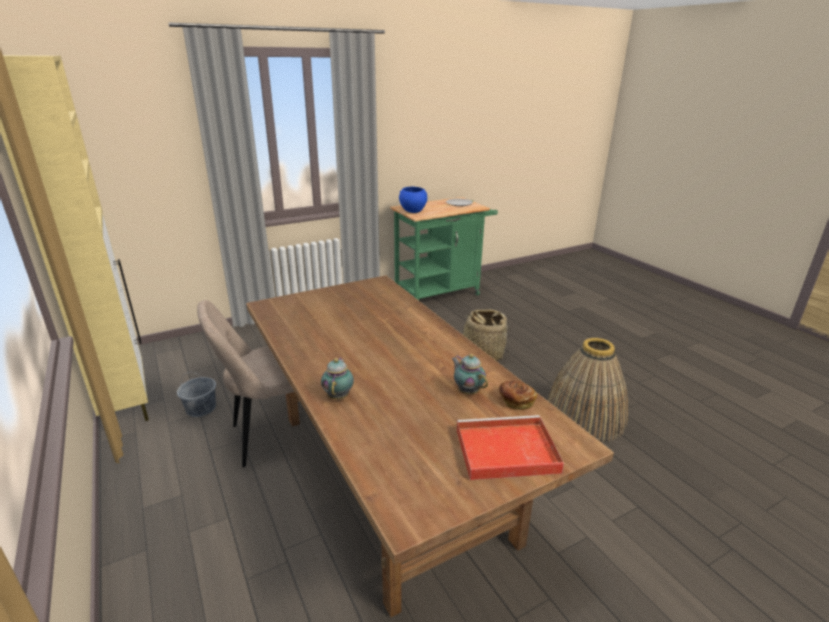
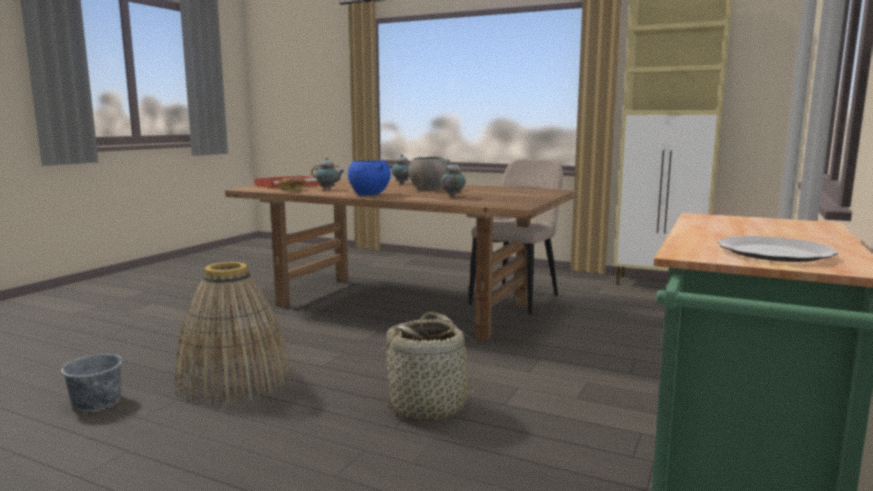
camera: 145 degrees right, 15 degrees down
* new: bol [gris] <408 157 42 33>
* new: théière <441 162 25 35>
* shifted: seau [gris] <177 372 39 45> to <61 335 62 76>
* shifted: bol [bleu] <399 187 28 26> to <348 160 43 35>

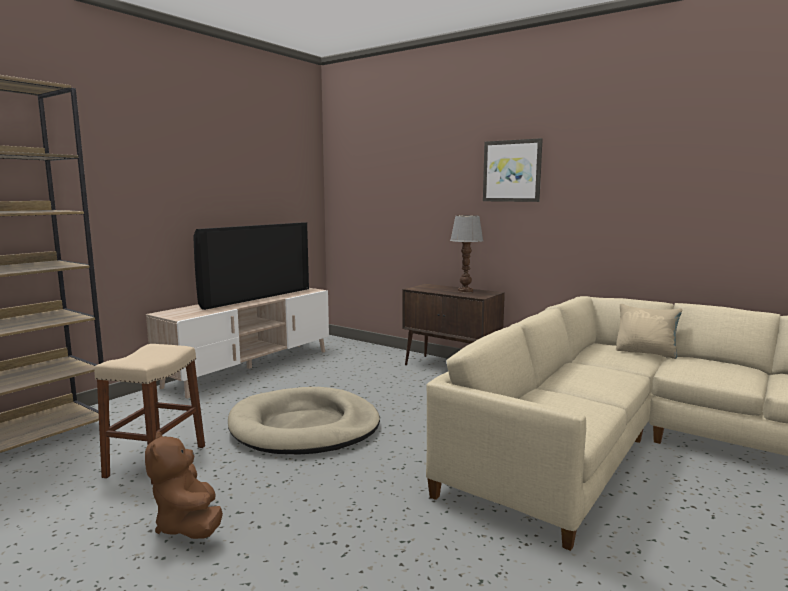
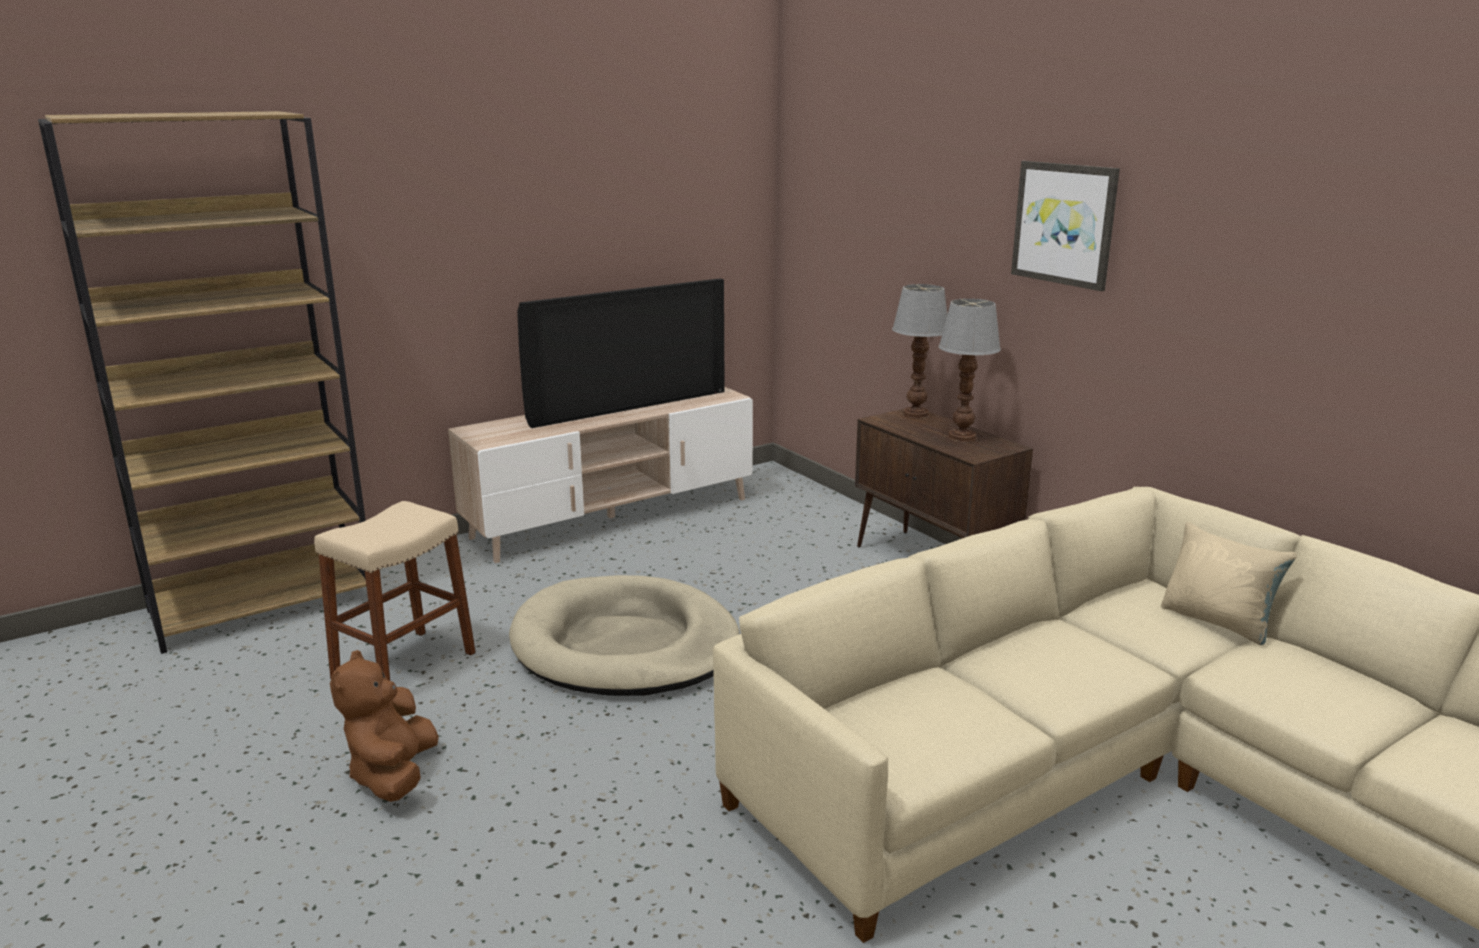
camera: 20 degrees right, 10 degrees up
* new: lampe de table <892 284 55 135>

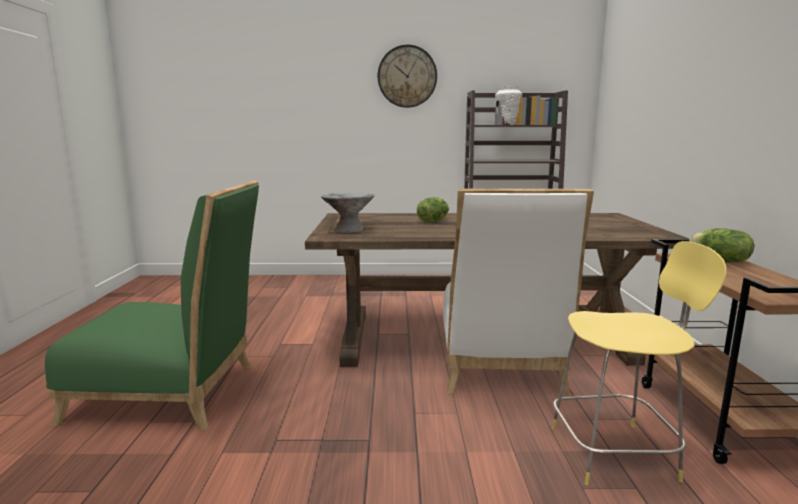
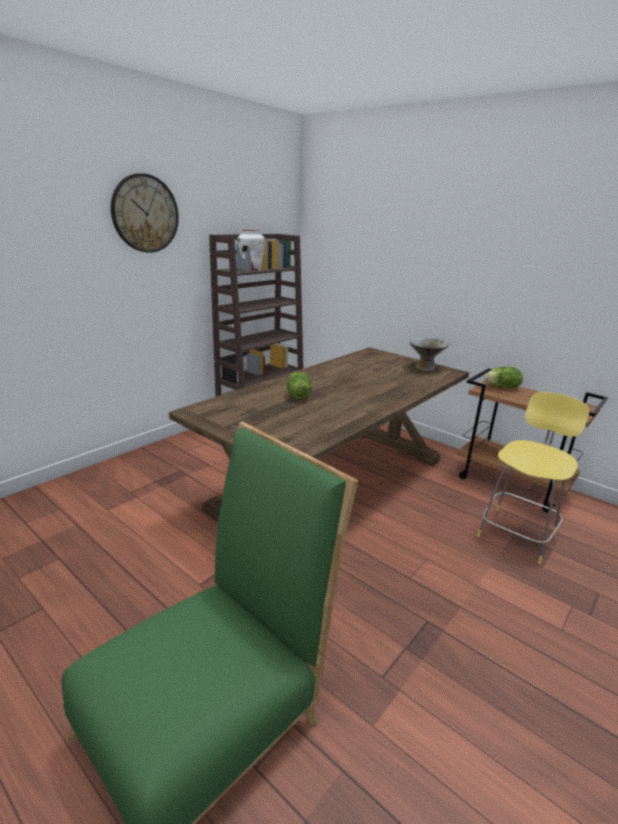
camera: 50 degrees left, 10 degrees up
* gone: chaise [blanc] <442 189 152 207>
* shifted: bol [gris] <321 192 54 41> to <409 338 41 33>

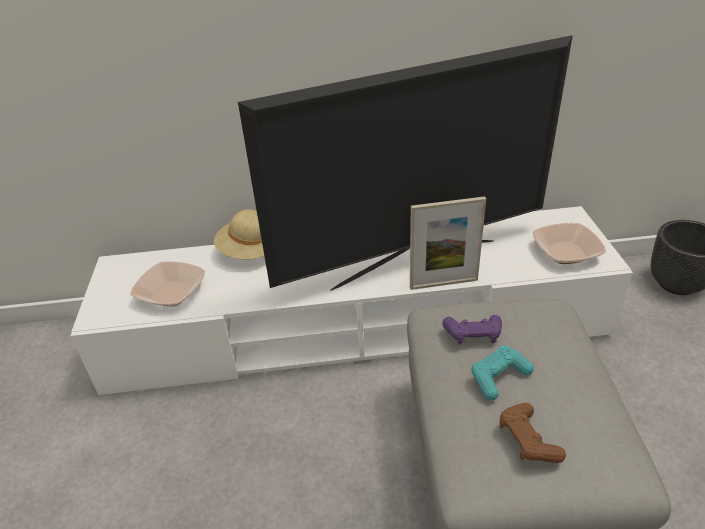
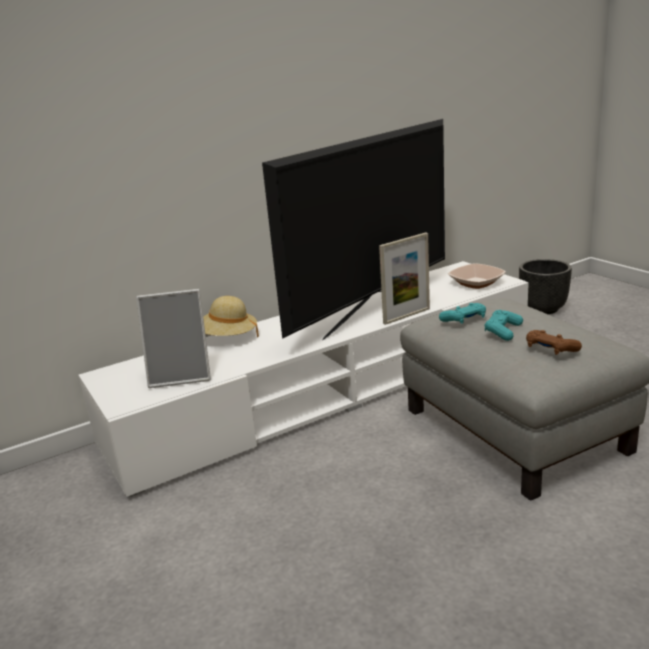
camera: 25 degrees left, 15 degrees down
* swapped: bol <130 261 75 45> to cadre photo <136 289 75 99>
* repainted: manette [violet] <442 315 60 30> to manette [turquoise] <439 303 47 21>

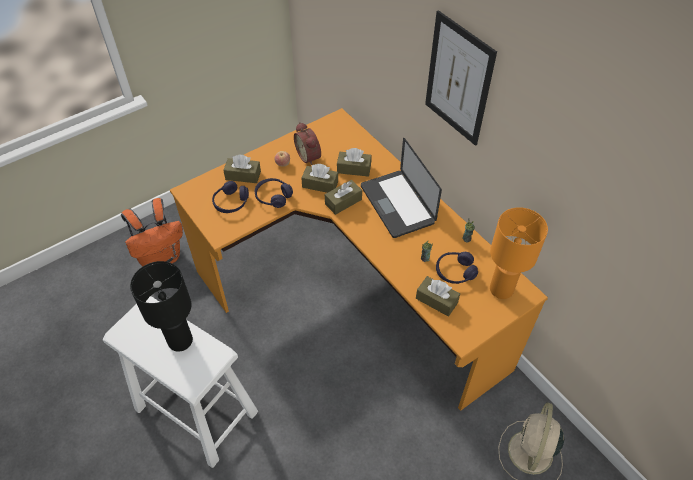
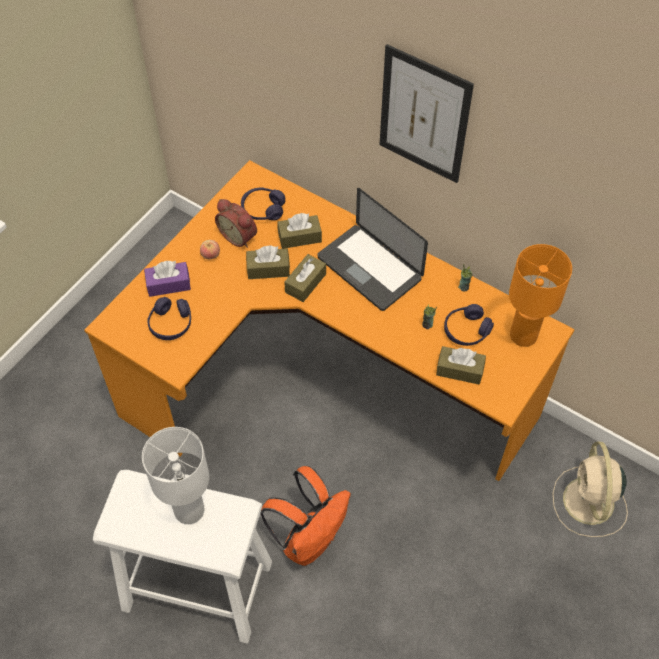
camera: 20 degrees left, 5 degrees up
* shifted: sac à dos [orange] <121 198 62 68> to <261 466 90 100>
* shifted: casque audio [violet] <255 178 38 30> to <241 187 44 33>
* repainted: lampe de table [noir] <130 261 63 91> to lampe de table [blanc] <142 427 67 97>
* repainted: boîte à mouchoirs [marron] <223 155 38 28> to boîte à mouchoirs [violet] <144 261 47 36>

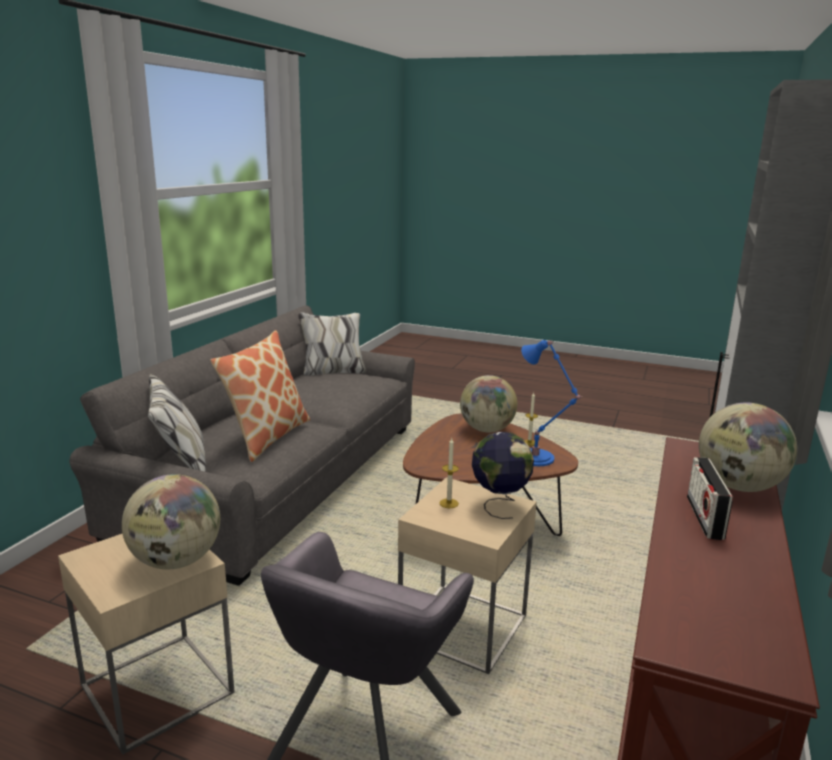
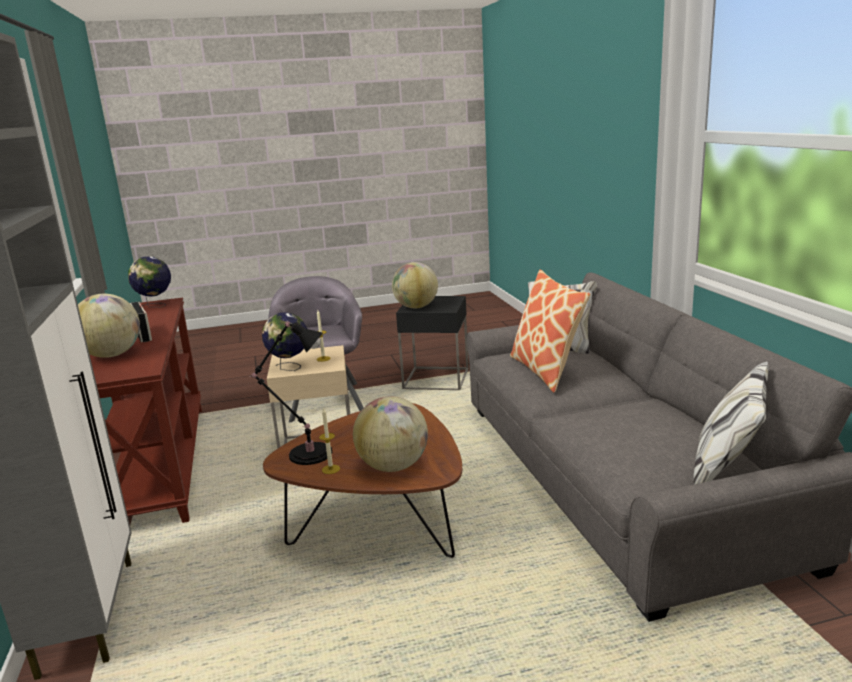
camera: 145 degrees right, 0 degrees up
* new: globe <128 257 43 50>
* repainted: table d'appoint [beige] <58 534 177 221> to table d'appoint [noir] <396 296 72 94>
* repainted: lampe de table [bleu] <521 340 61 126> to lampe de table [noir] <249 322 83 143>

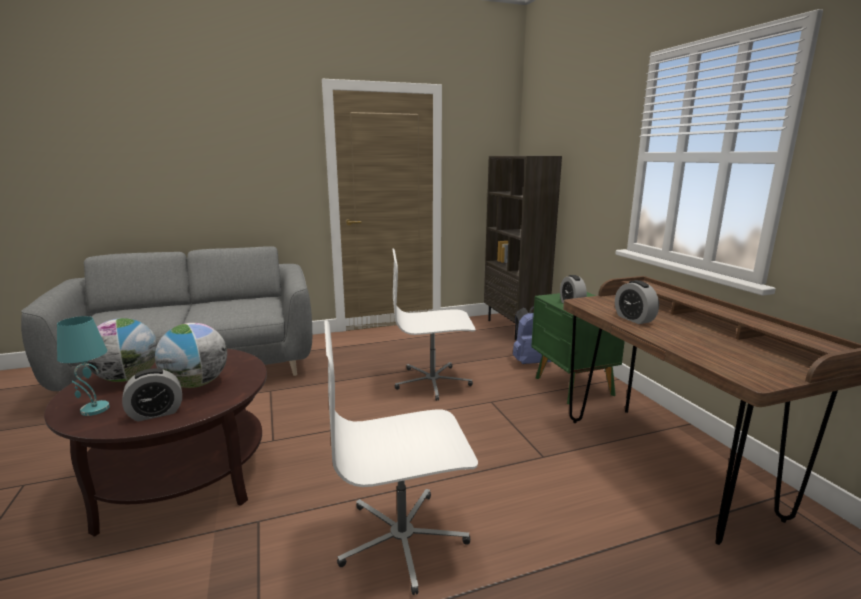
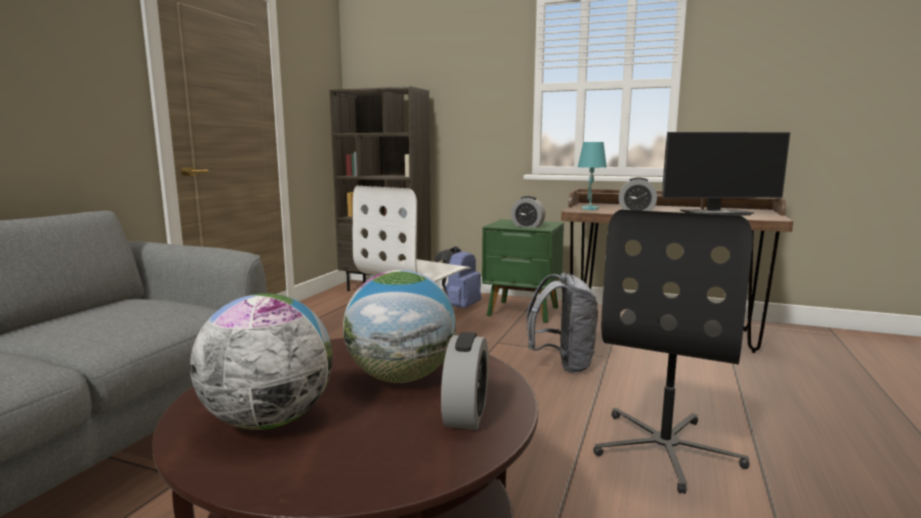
camera: 50 degrees left, 5 degrees down
* new: sac à dos [gris] <527 273 71 100>
* new: écran d'ordinateur <662 132 128 84>
* shifted: lampe de table [turquoise] <57 316 53 100> to <578 142 29 68>
* repainted: chaise de bureau [blanc] <324 320 154 275> to chaise de bureau [noir] <593 210 160 284>

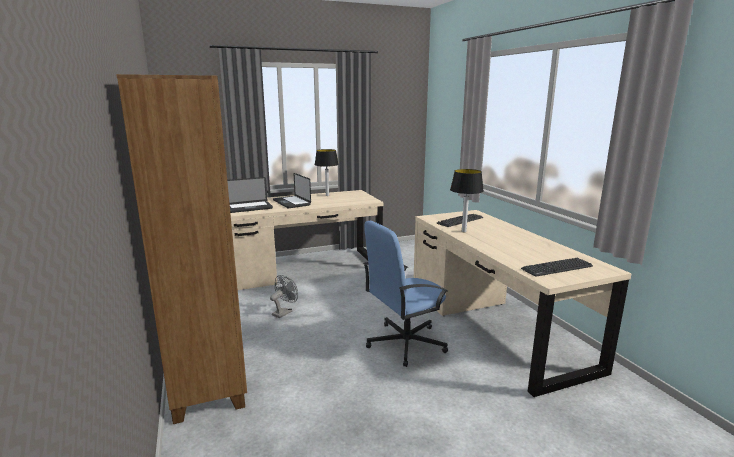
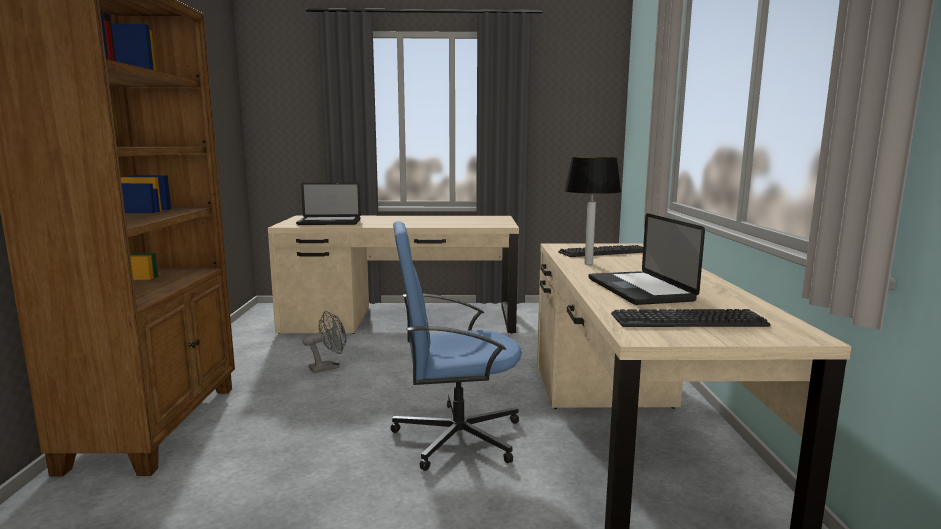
camera: 20 degrees right, 5 degrees down
* gone: lampe de table <315 149 24 47>
* shifted: ordinateur portable <273 173 38 35> to <589 213 116 92>

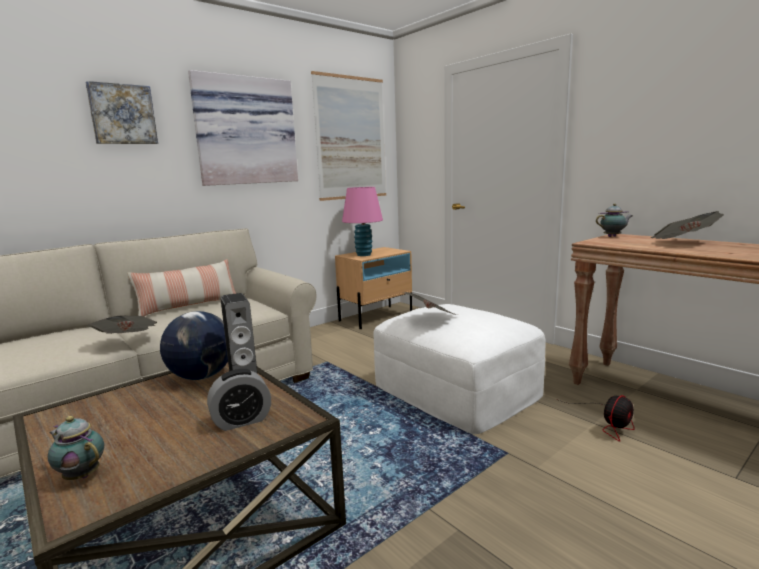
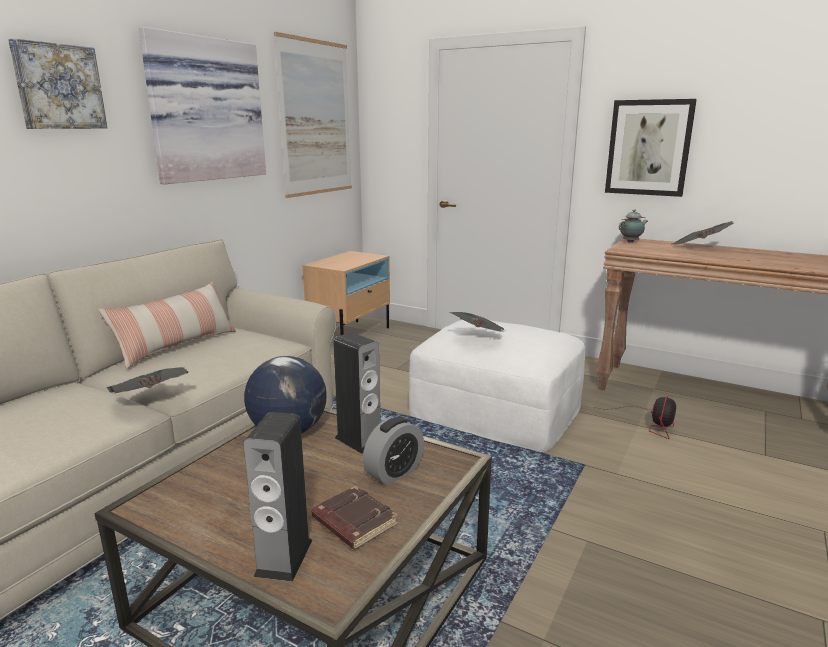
camera: 20 degrees left, 5 degrees up
* gone: lampe de table [rose] <342 187 41 69>
* new: livre [marron] <312 486 86 64>
* new: tableau <605 99 92 98>
* swapped: théière <48 416 56 64> to enceinte <243 412 70 170>

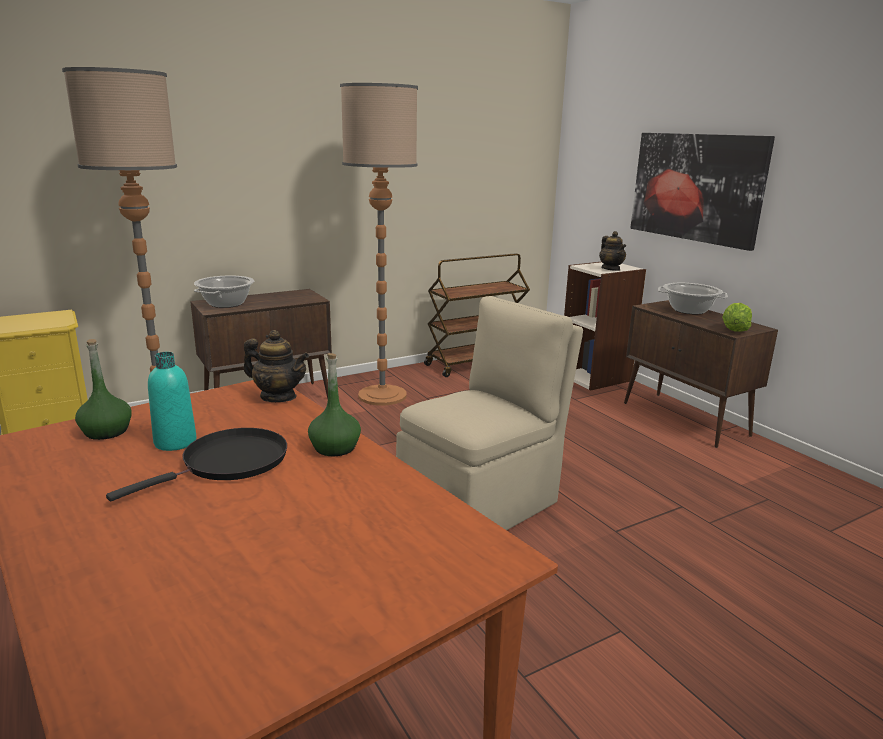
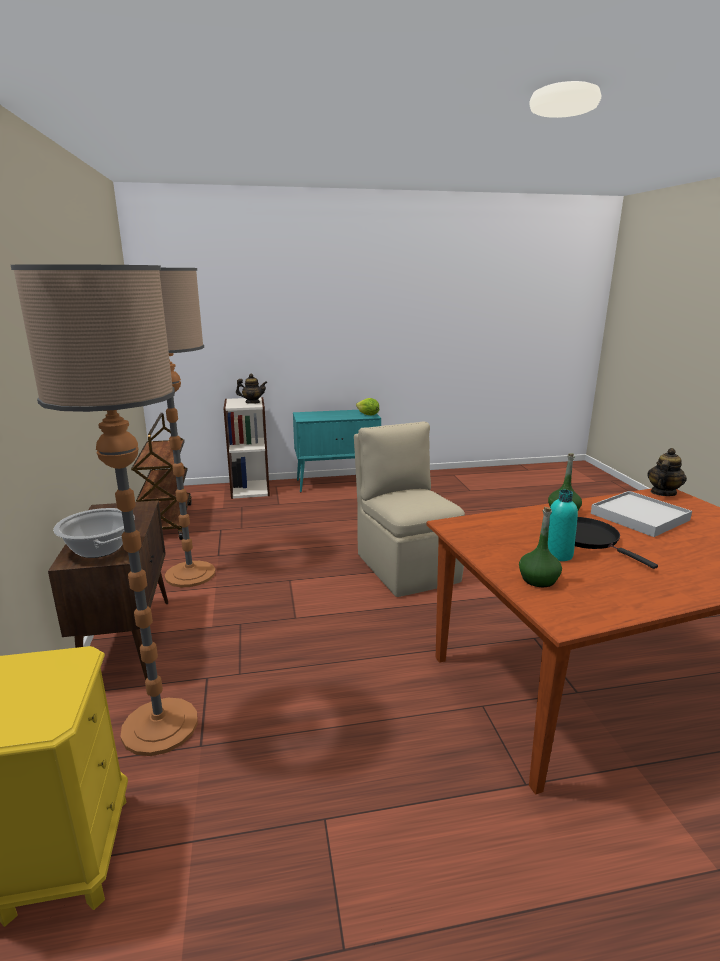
camera: 70 degrees left, 0 degrees up
* gone: tableau <630 133 145 118>
* gone: marmite <658 283 70 31>
* new: plateau [blanc] <591 491 101 46>
* shifted: théière <244 330 65 72> to <647 448 40 48>
* repainted: meuble de rangement [marron] <624 300 154 148> to meuble de rangement [turquoise] <293 410 88 82>

